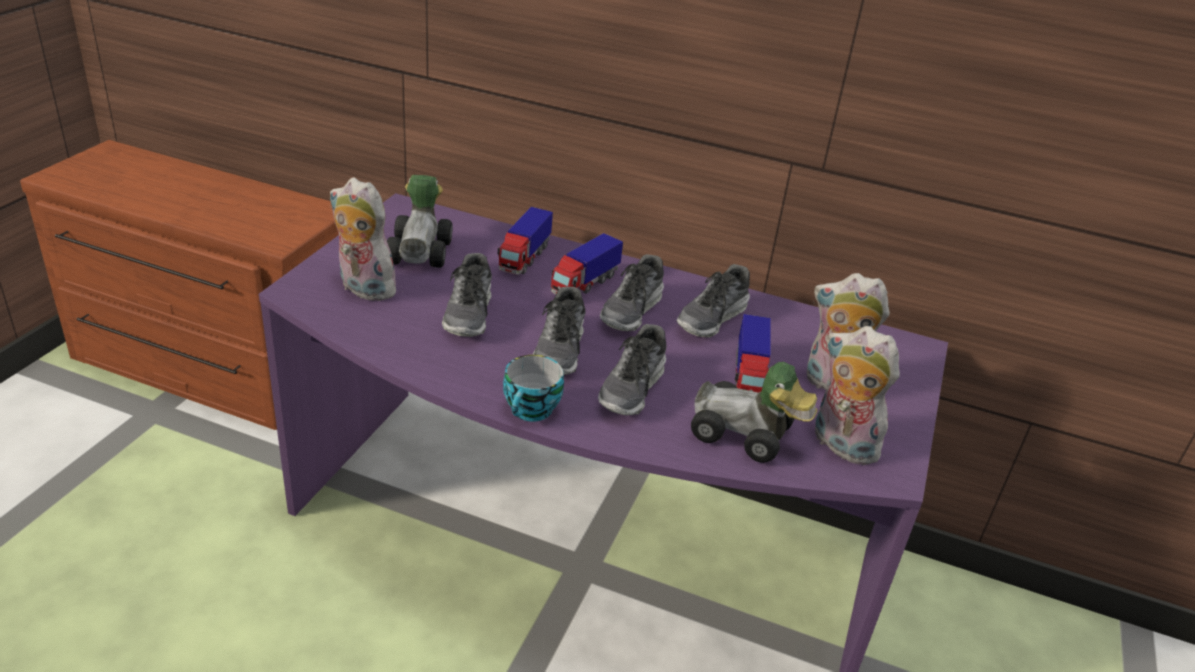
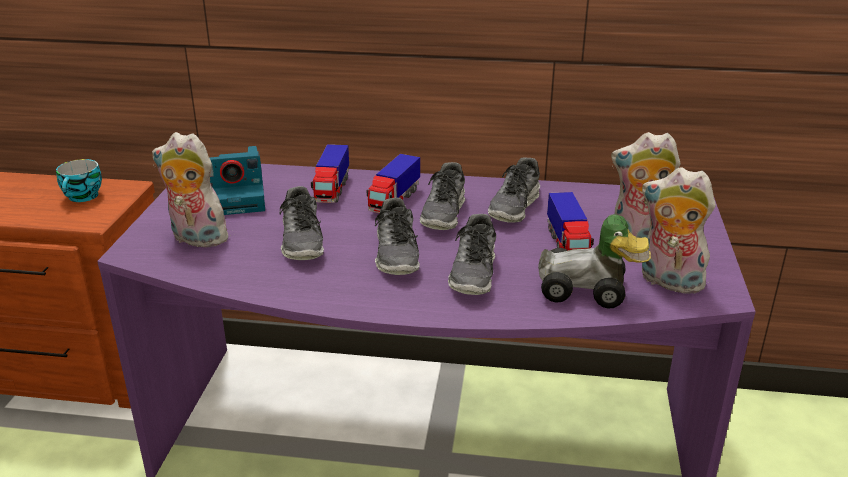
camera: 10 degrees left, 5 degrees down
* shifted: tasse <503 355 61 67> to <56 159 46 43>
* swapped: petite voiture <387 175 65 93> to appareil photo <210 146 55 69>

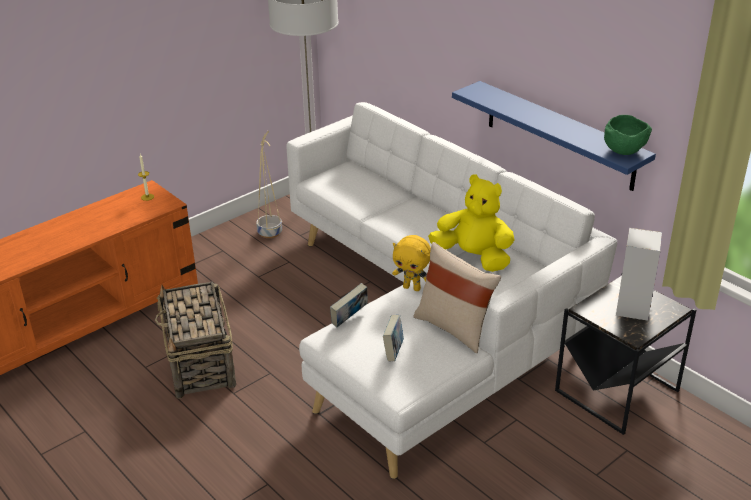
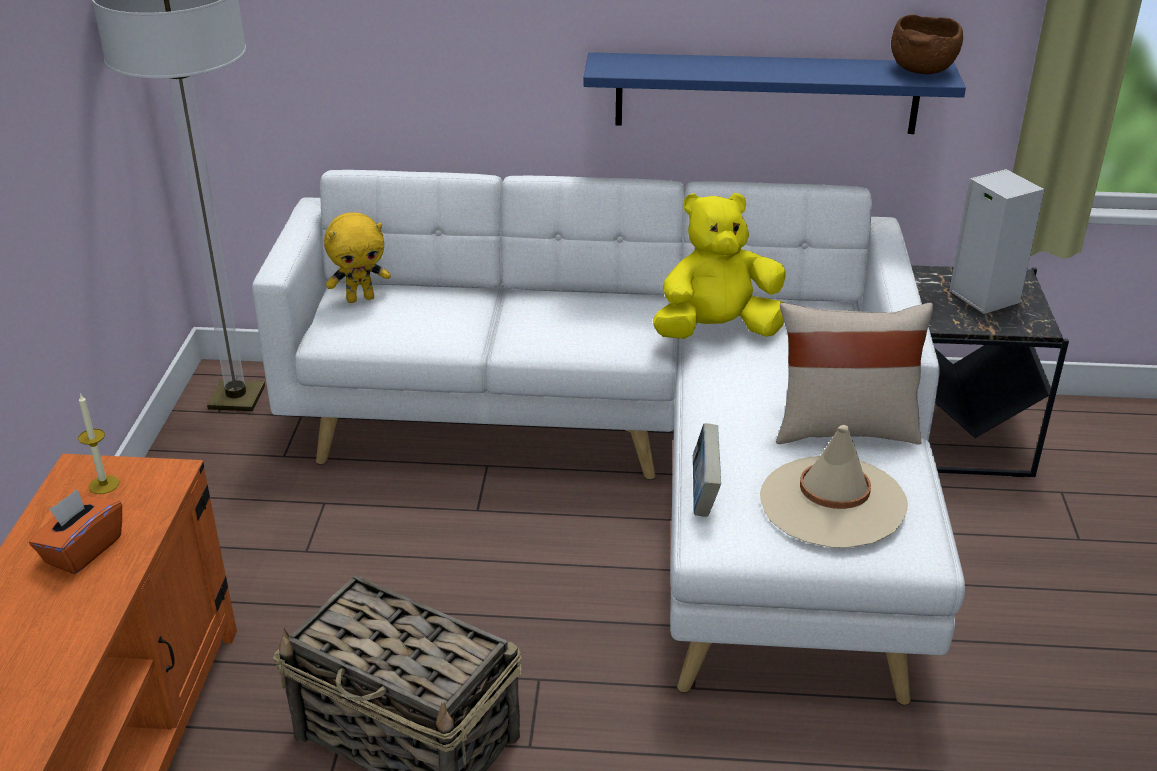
camera: 45 degrees left, 0 degrees up
* gone: cache-pot [beige] <256 131 26 107>
* new: boîte à mouchoirs [orange] <29 489 93 85>
* shifted: peluche [jaune] <392 235 39 56> to <324 213 67 90>
* swapped: livre <383 315 21 47> to chapeau [beige] <760 425 148 123>
* repainted: bol [vert] <604 115 48 40> to bol [marron] <891 15 72 59>

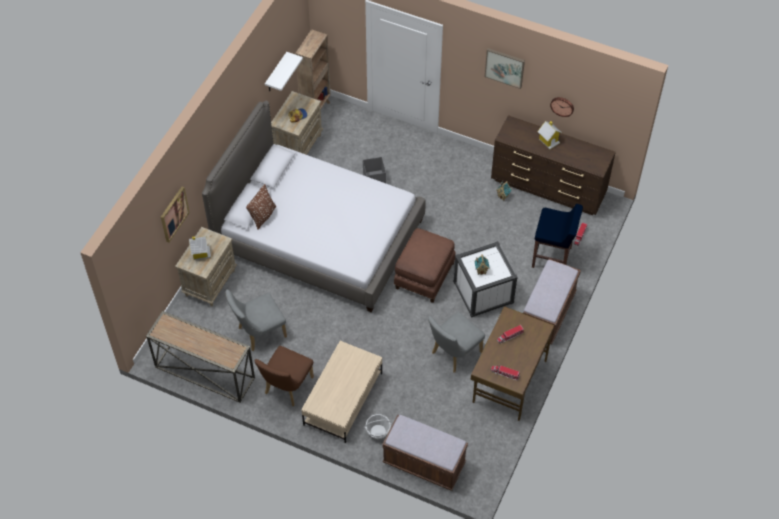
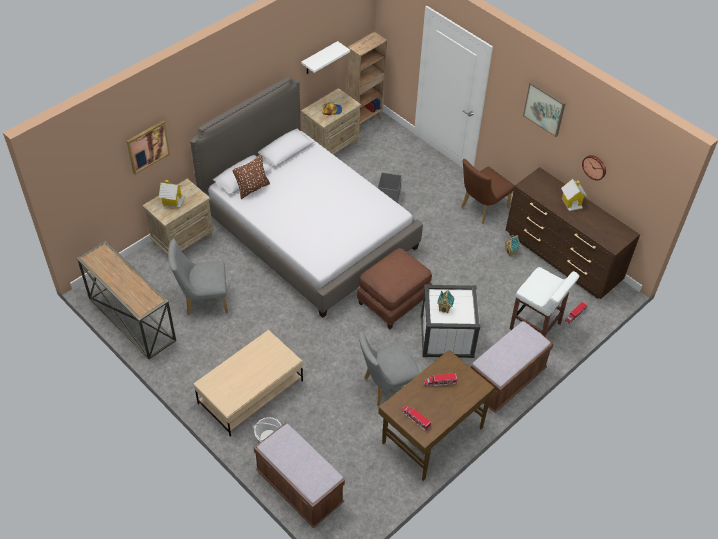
camera: 20 degrees right, 5 degrees down
* shifted: chaise [marron] <255 346 59 60> to <461 159 53 65>
* repainted: tabouret [bleu] <532 204 51 64> to tabouret [blanc] <510 267 69 69>

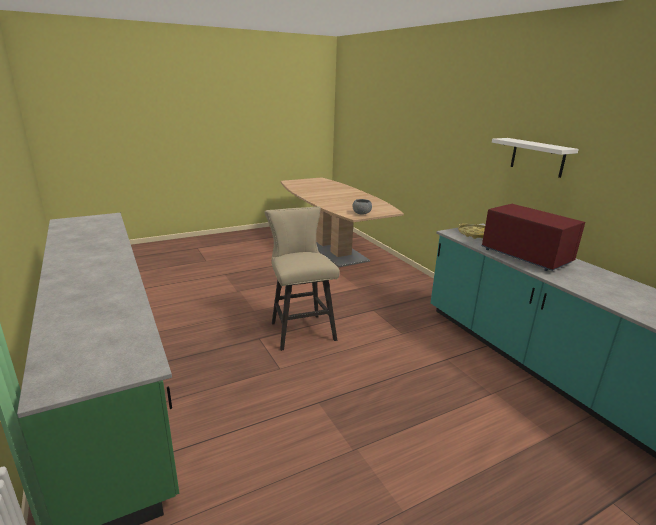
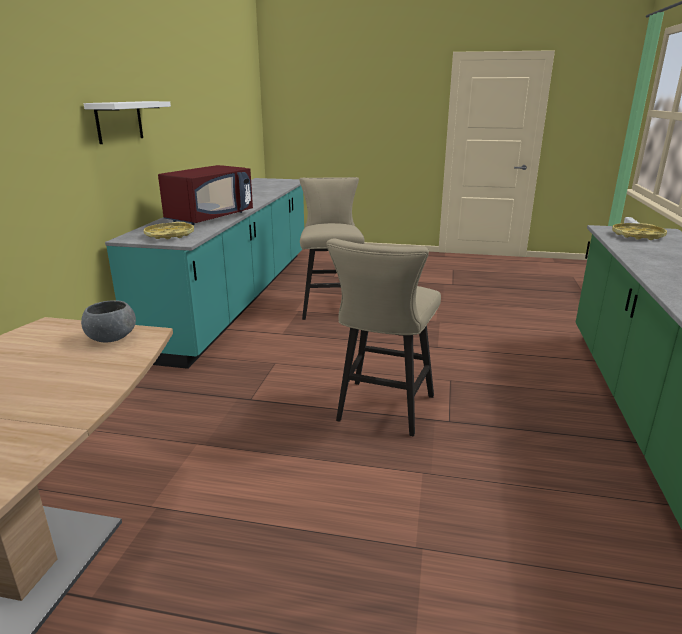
camera: 140 degrees left, 0 degrees up
* new: tabouret [beige] <299 177 66 143>
* new: plateau [jaune] <612 223 55 17>
* rotated: micro-ondes [rouge] <481 204 104 67> = <158 165 95 60> 150 degrees counterclockwise

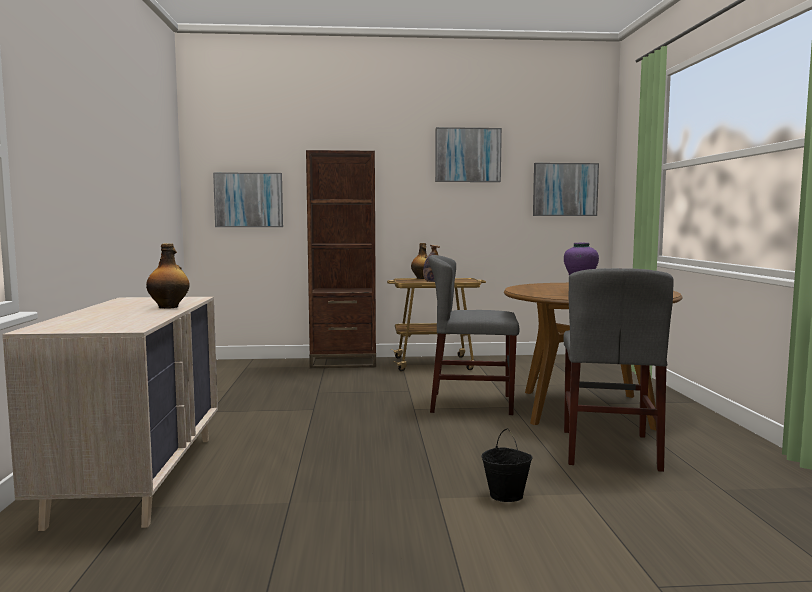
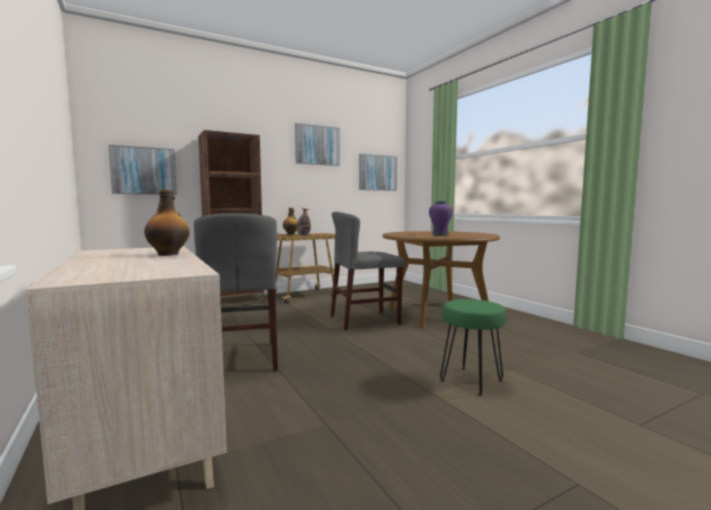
camera: 25 degrees left, 0 degrees up
* shifted: chaise [gris] <563 268 111 204> to <194 213 84 158>
* swapped: seau [noir] <481 428 52 74> to tabouret [vert] <440 299 66 97>

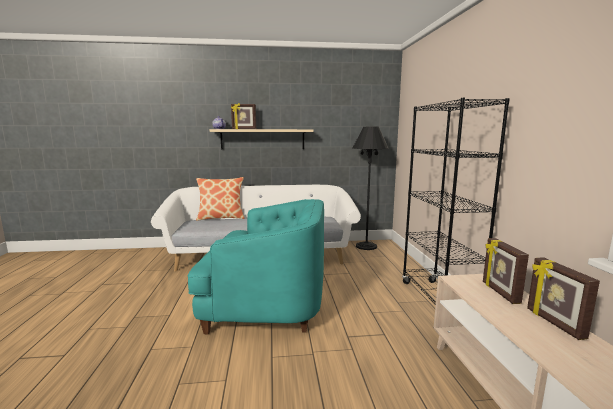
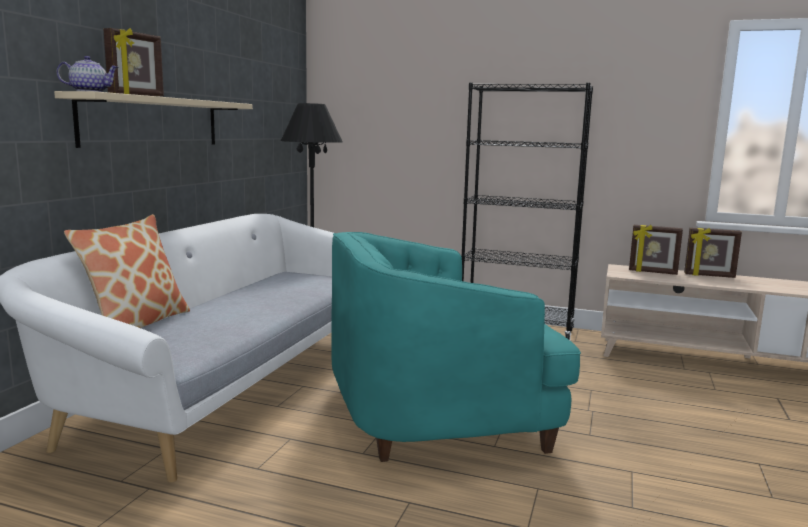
camera: 65 degrees left, 0 degrees up
* rotated: fauteuil [turquoise] <188 199 136 135> = <331 232 250 230> 135 degrees counterclockwise

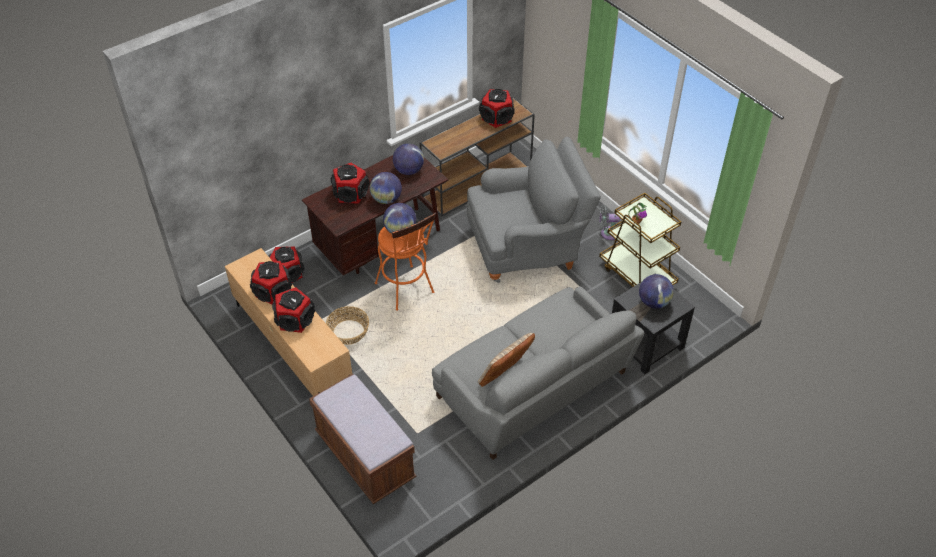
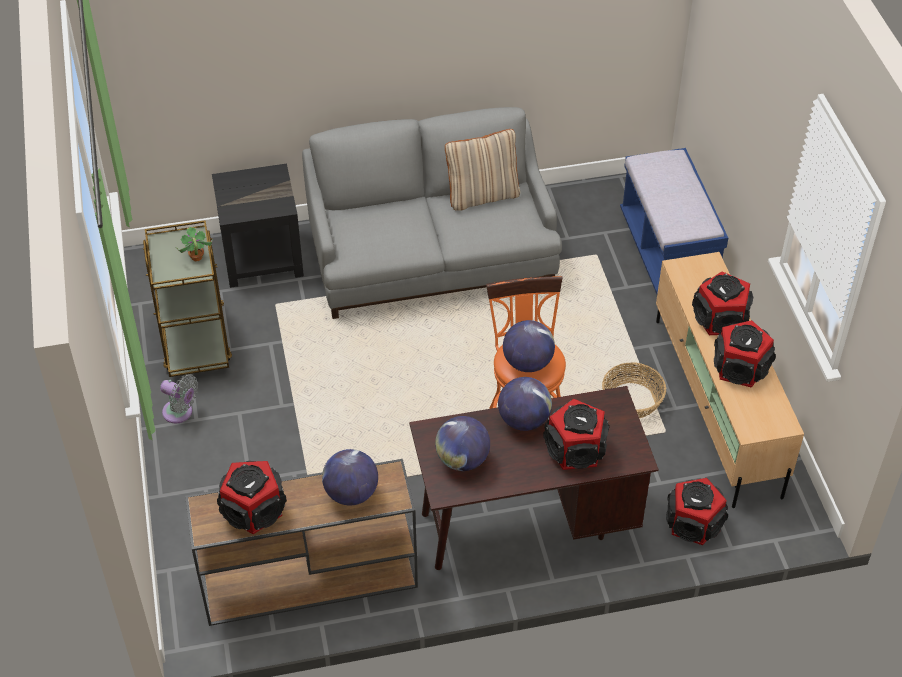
camera: 155 degrees left, 0 degrees up
* gone: fauteuil [gris] <467 137 134 146>
* shifted: globe <639 274 35 35> to <322 449 56 57>
* repainted: banc [marron] <309 374 108 130> to banc [bleu] <620 148 108 146>

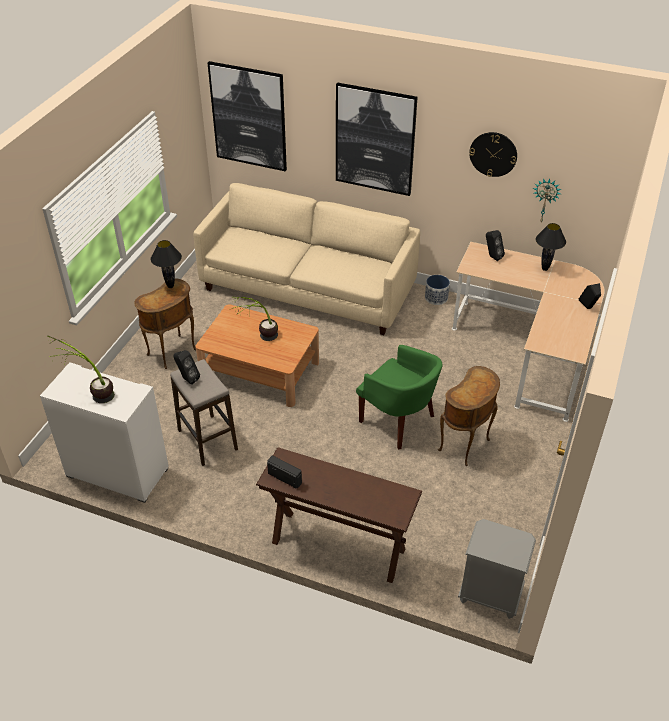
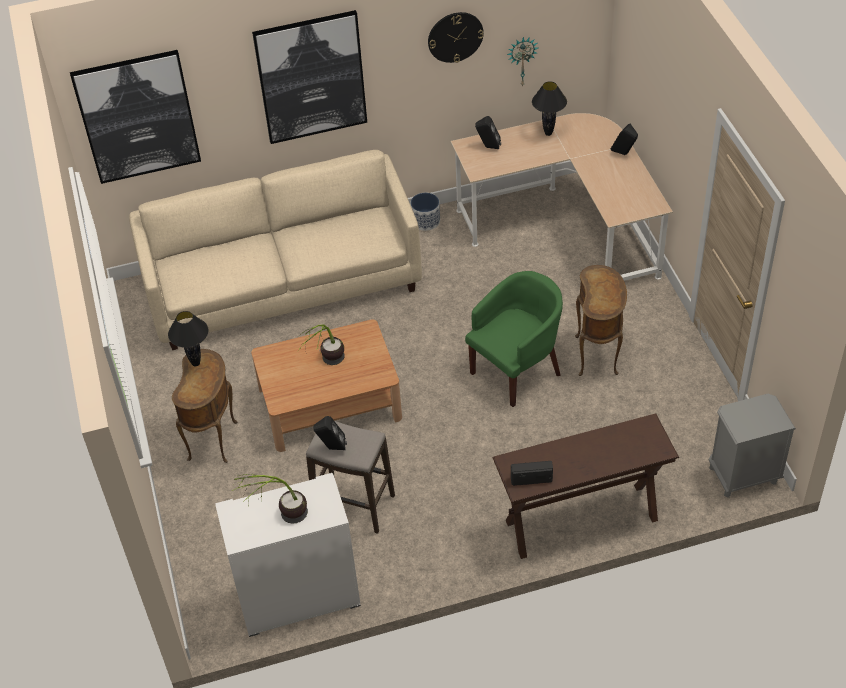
camera: 35 degrees left, 5 degrees up
* rotated: fauteuil [vert] <356 345 87 105> = <465 271 98 136> 45 degrees counterclockwise

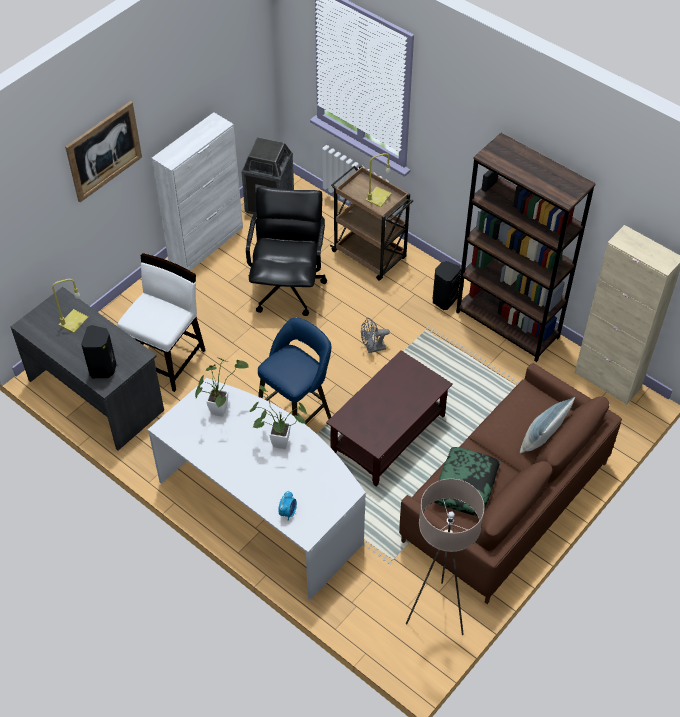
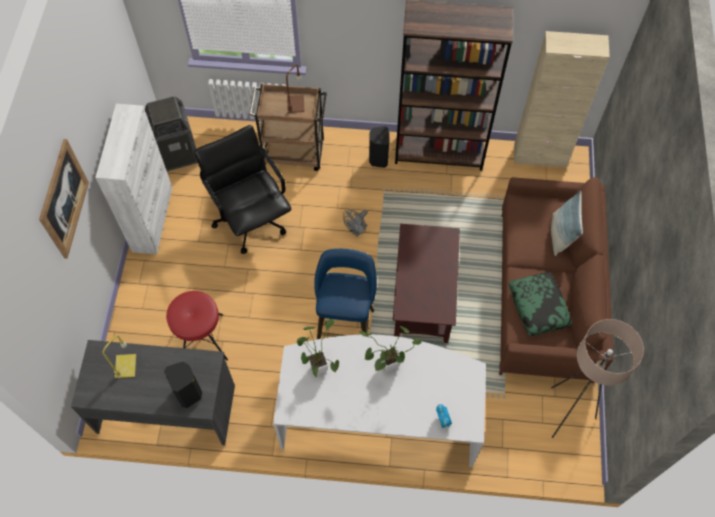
camera: 35 degrees left, 10 degrees up
* swapped: chaise [blanc] <118 253 87 139> to tabouret [rouge] <166 291 62 70>
* repainted: lampe de table [jaune] <365 153 27 54> to lampe de table [marron] <286 64 18 49>

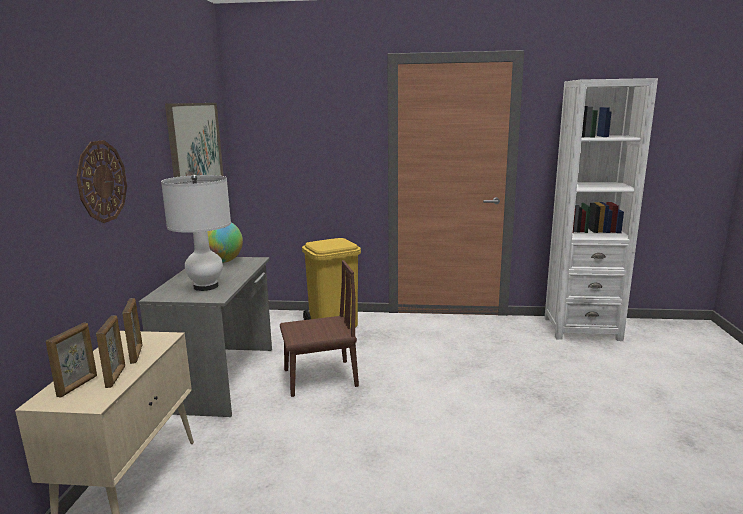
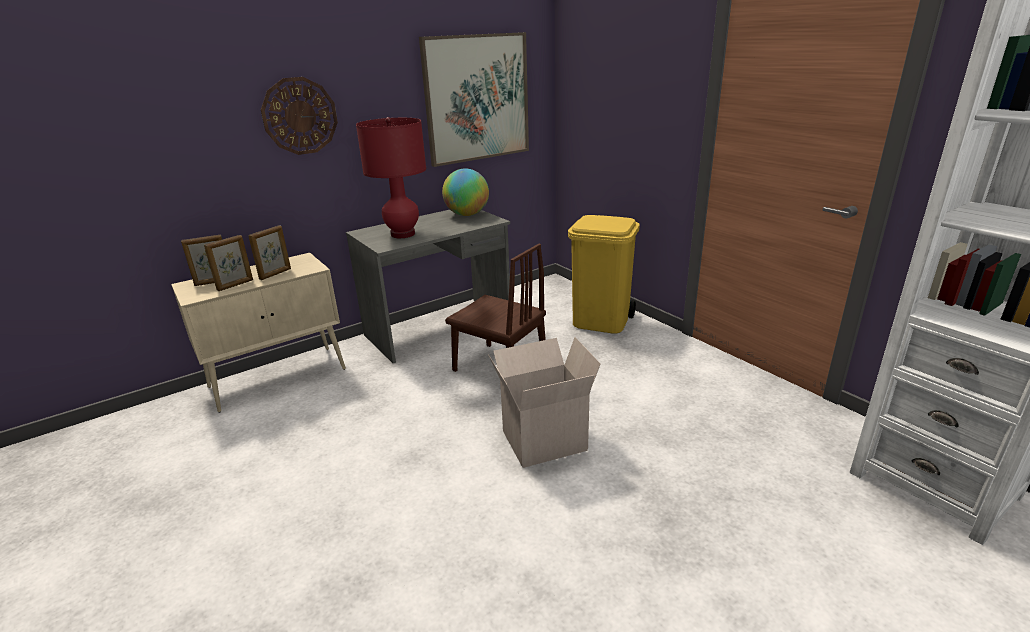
camera: 50 degrees right, 10 degrees up
* new: carton <488 337 113 131>
* repainted: lampe de table [blanc] <161 175 70 116> to lampe de table [rouge] <356 117 70 121>

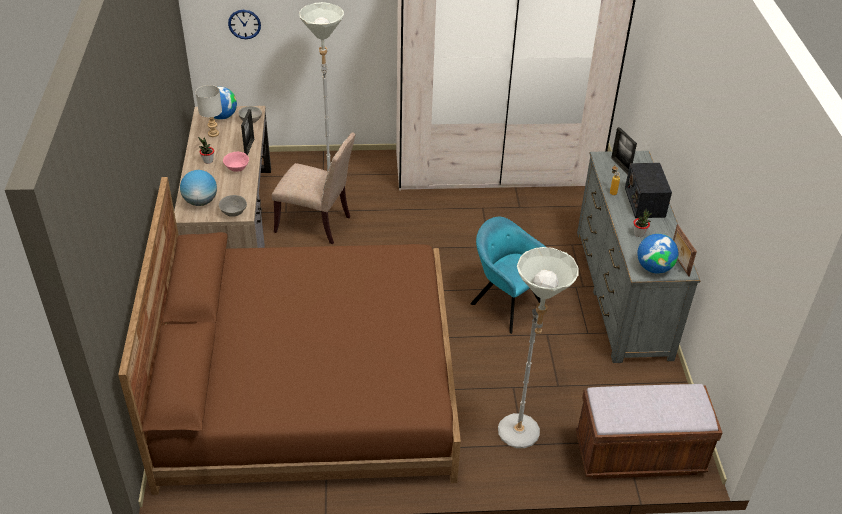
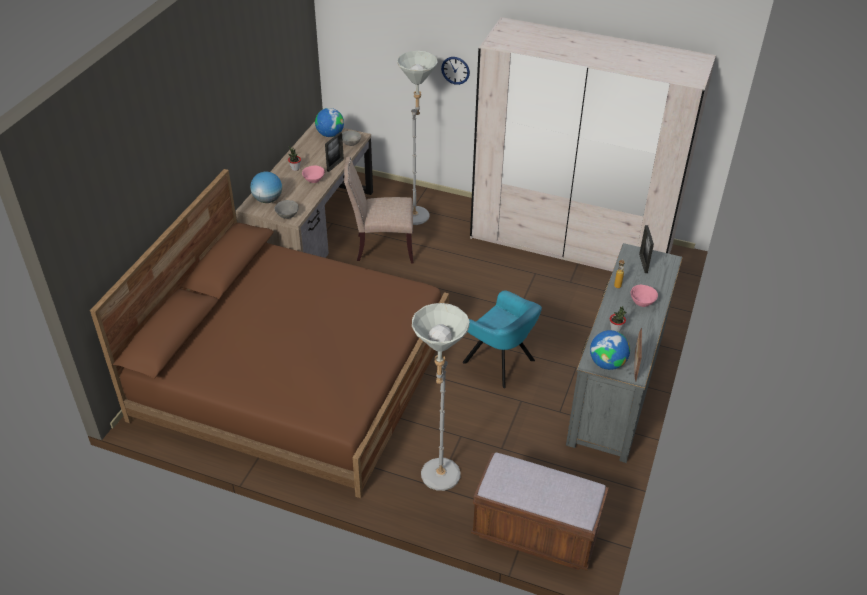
camera: 25 degrees right, 0 degrees up
* gone: lampe de table [gris] <196 85 26 52>
* shifted: horloge murale <228 10 33 29> to <441 57 29 28>
* swapped: radio <625 163 47 55> to bol [rose] <631 285 27 22>
* rotated: chaise [beige] <272 133 84 111> = <344 157 70 107> 135 degrees clockwise
* rotated: fauteuil [turquoise] <470 217 76 117> = <463 290 79 98> 150 degrees clockwise

